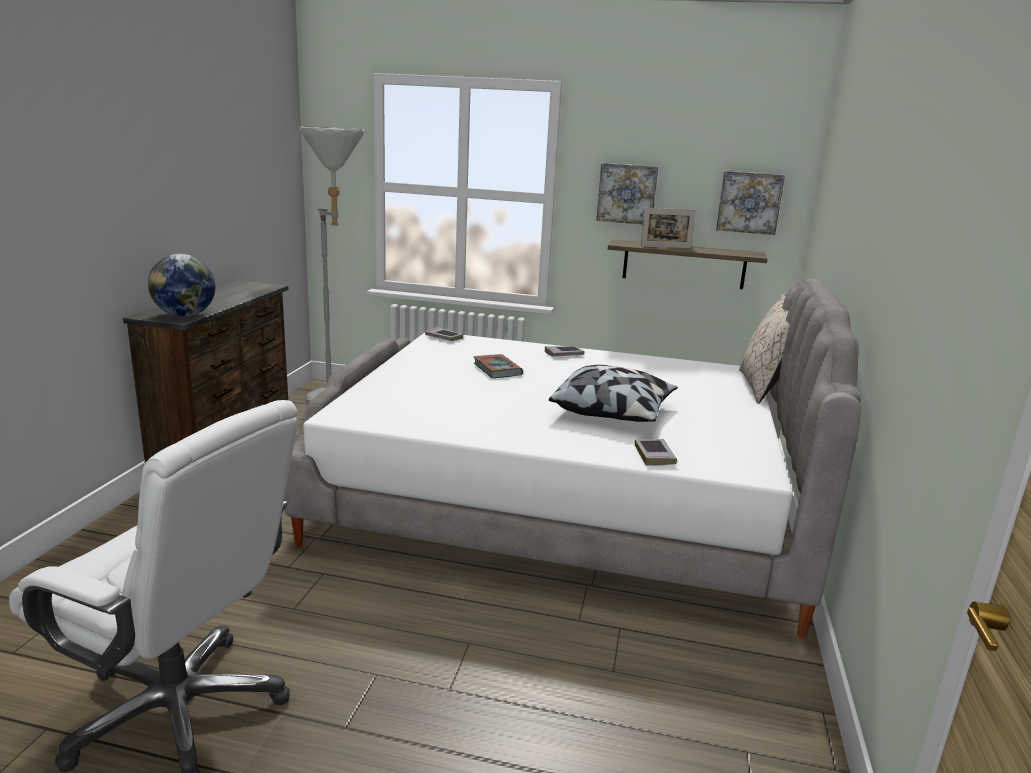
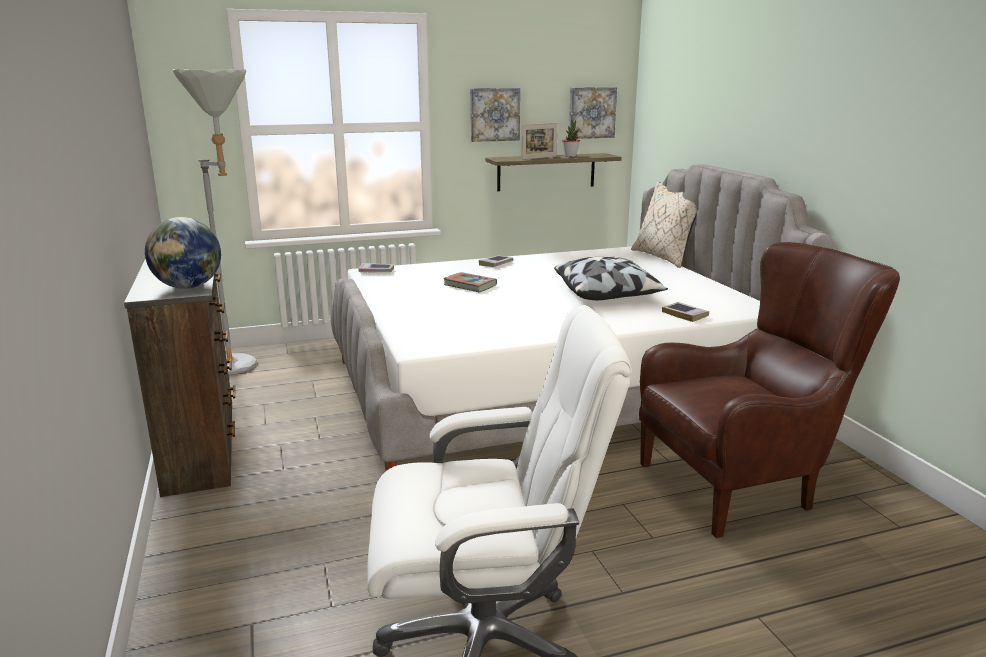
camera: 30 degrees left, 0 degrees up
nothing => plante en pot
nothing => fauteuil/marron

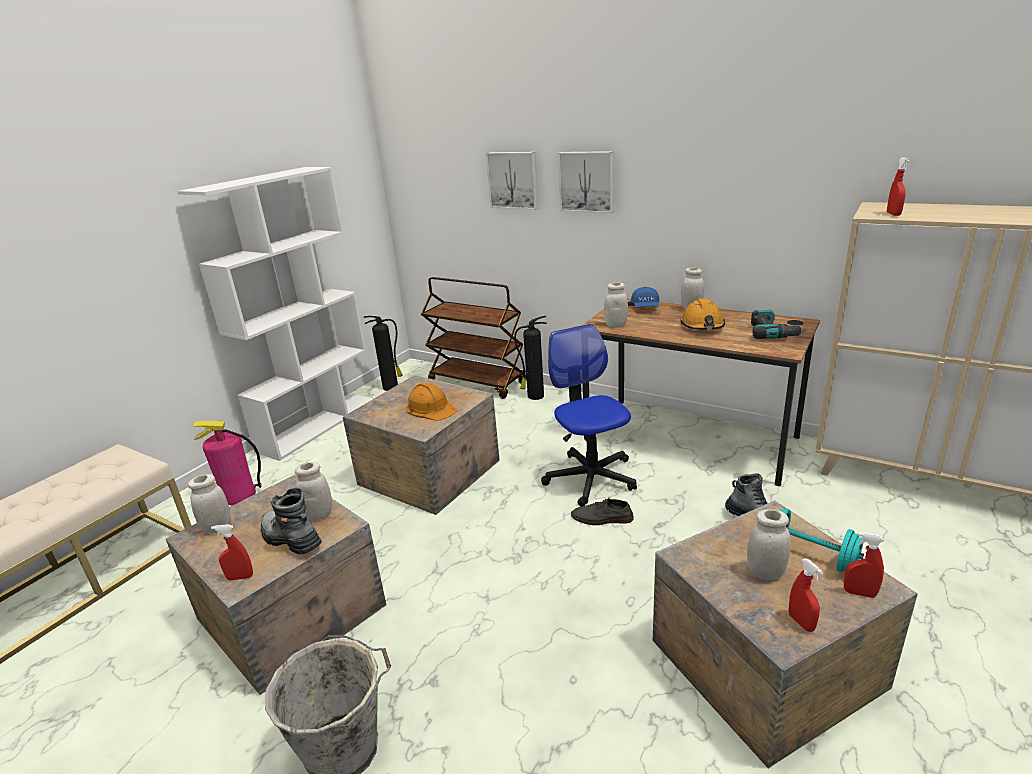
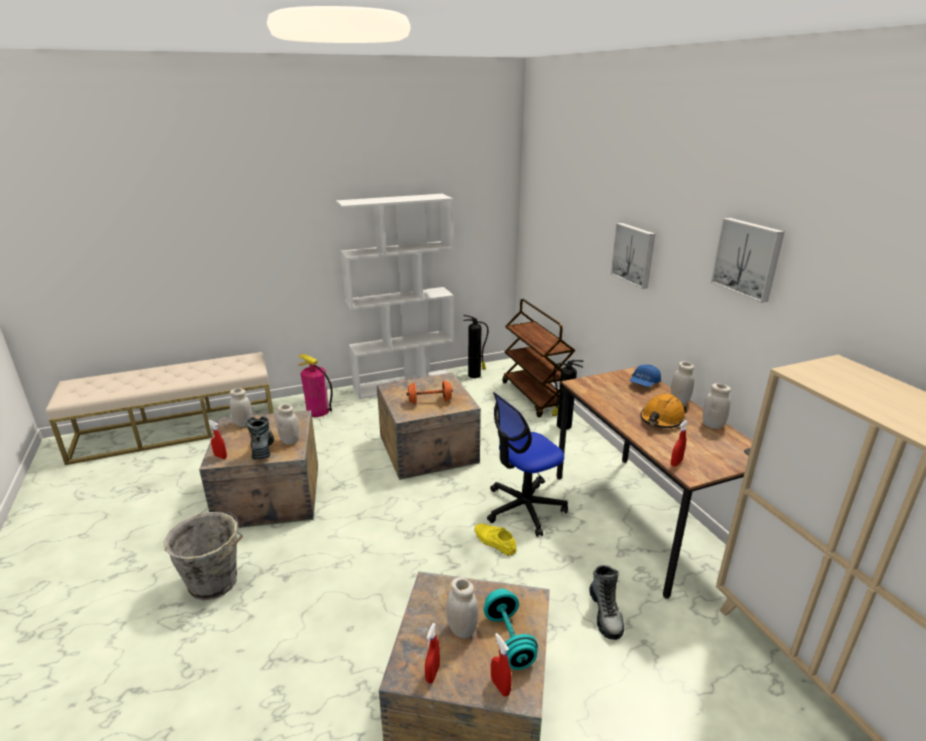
camera: 35 degrees right, 0 degrees up
casque de chantier/orange (no. 1 from left) => haltère/orange
tableau (no. 1 from left in the first image) => tableau (no. 2 from left), shifted
chaise de bureau, 135 degrees counterclockwise
chaussure/gris => chaussure/jaune
bocal/blanc (no. 3 from left in the first image) => bocal/blanc (no. 5 from left), shifted
perceuse => nothing
vaporisateur/rouge (no. 4 from left), shifted

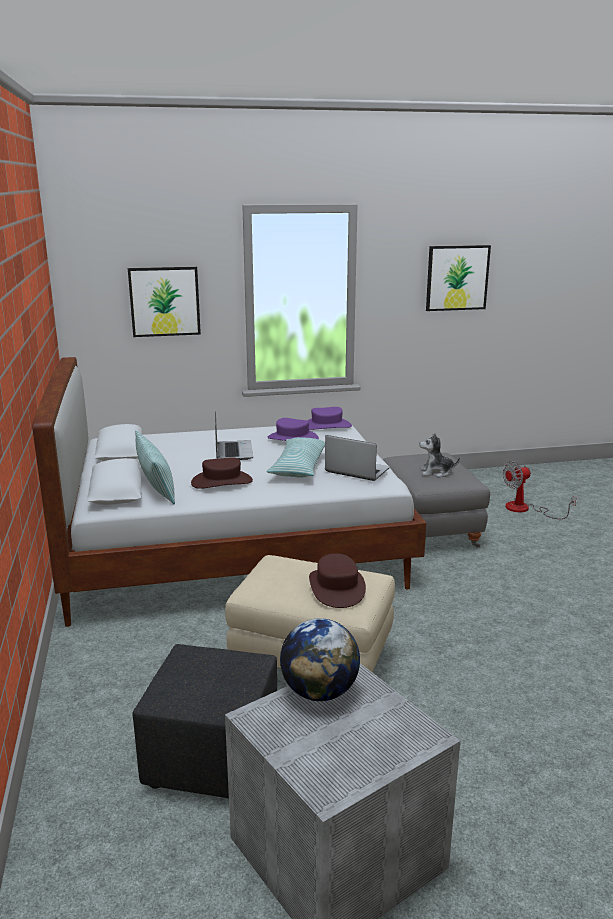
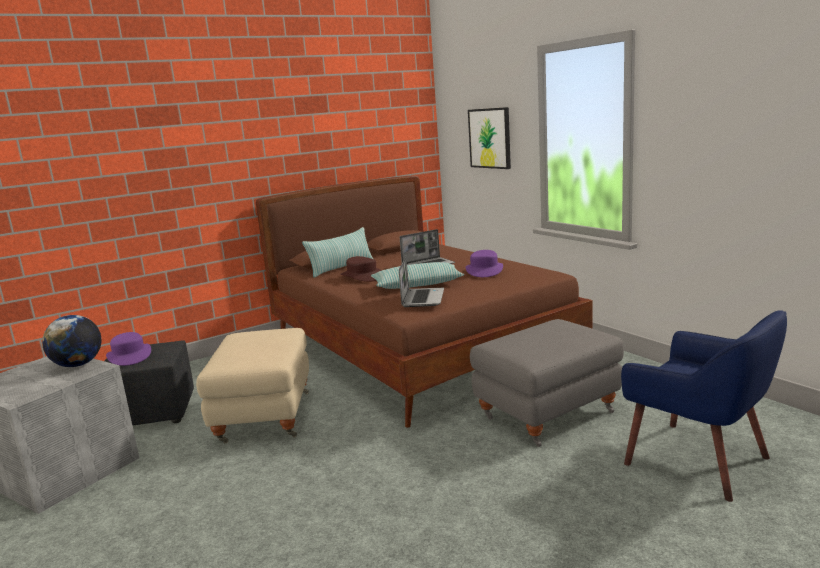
camera: 70 degrees right, 5 degrees down
lit/blanc => lit/marron
chapeau/violet (no. 2 from left in the first image) => chapeau/violet (no. 1 from left), shifted
chapeau/marron (no. 2 from left) => nothing
peluche => nothing
tableau (no. 2 from left) => nothing
ventilateur => fauteuil/bleu

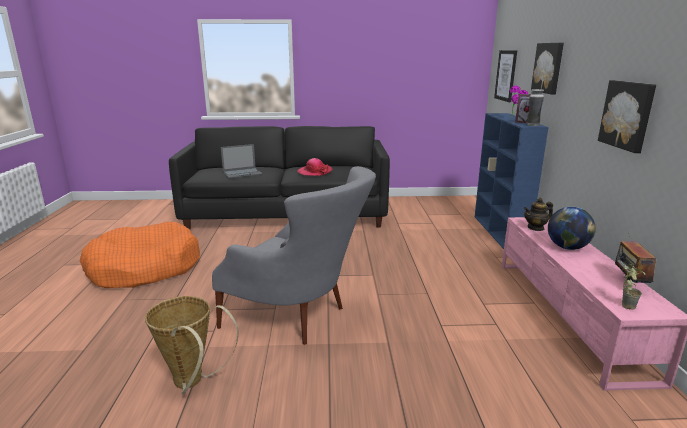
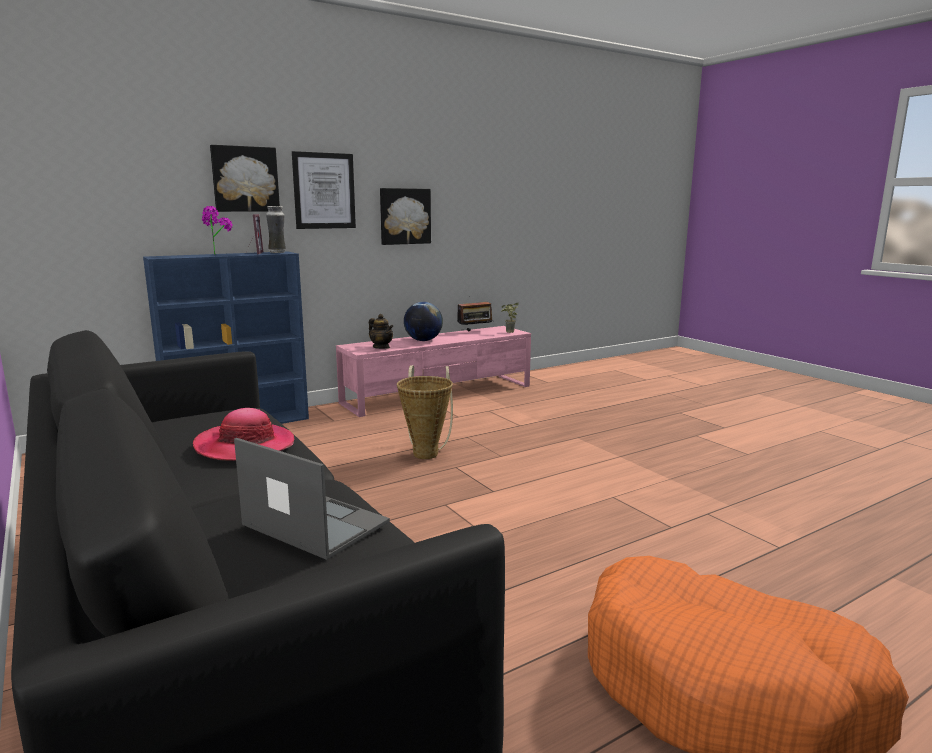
camera: 120 degrees left, 5 degrees down
panier, shifted
fauteuil/gris => nothing
tableau (no. 1 from left in the first image) => tableau (no. 2 from left), shifted

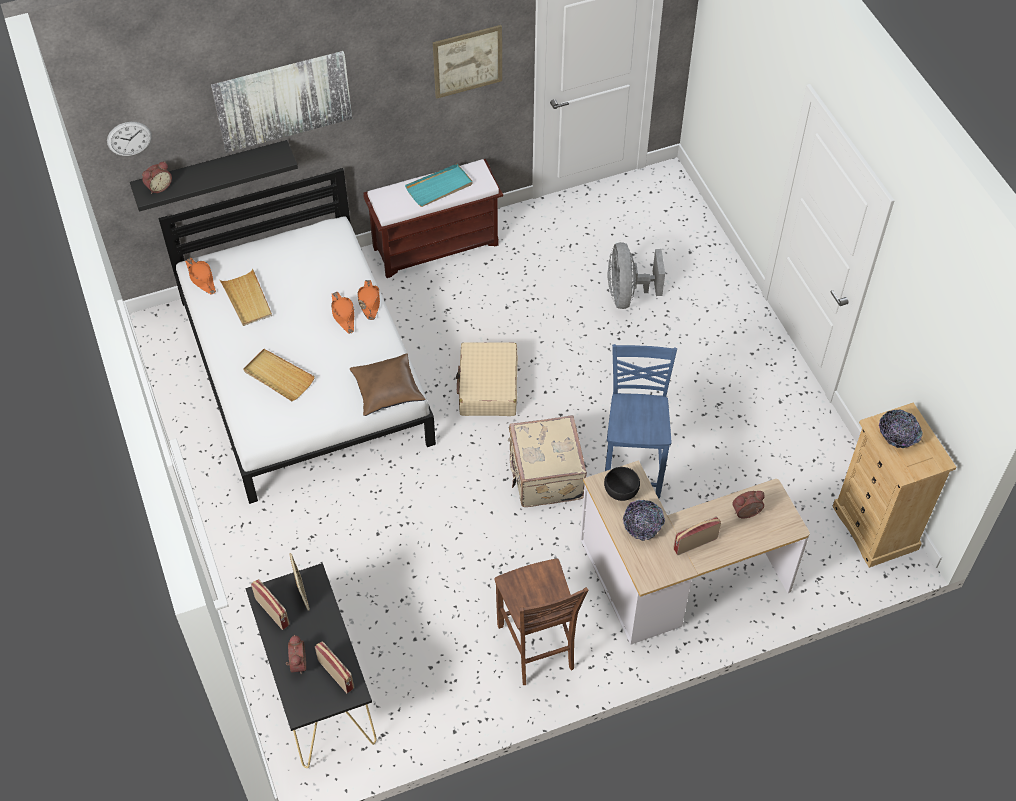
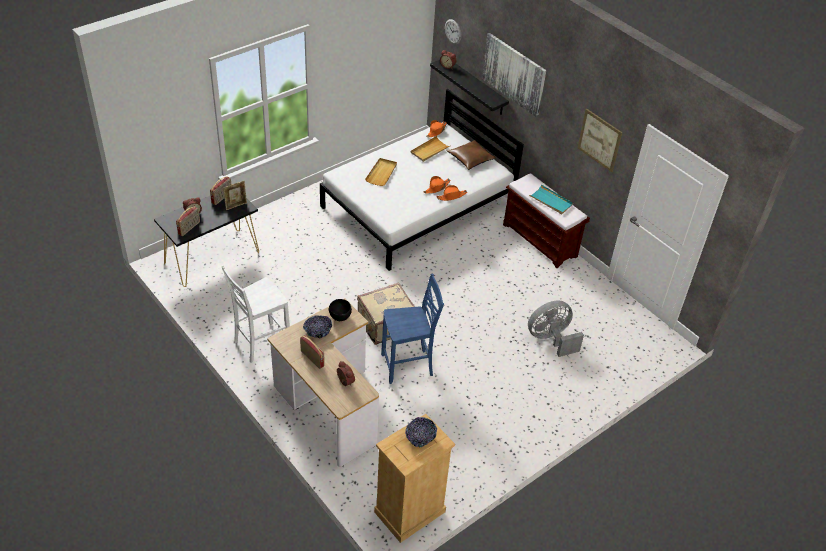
camera: 70 degrees right, 10 degrees down
coussin/marron, shifted
valise/beige (no. 1 from left) => nothing
chaise/marron => chaise/blanc

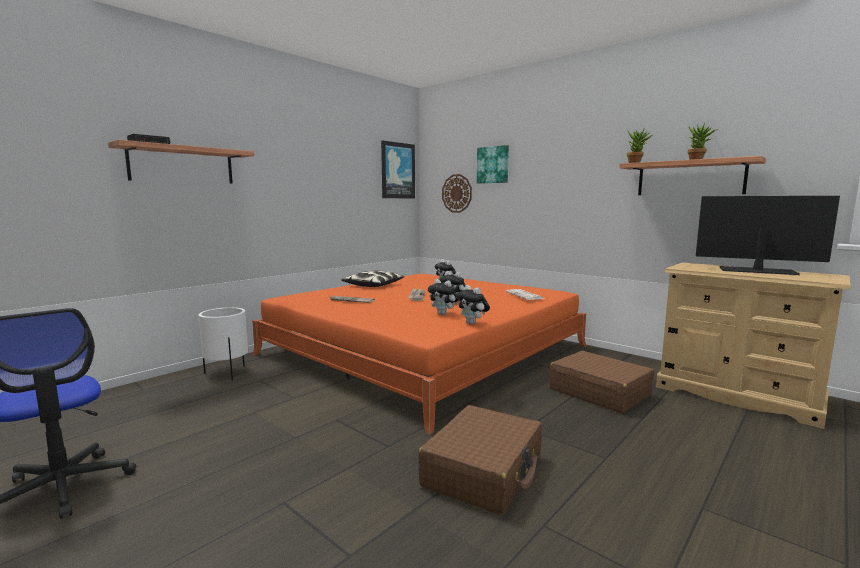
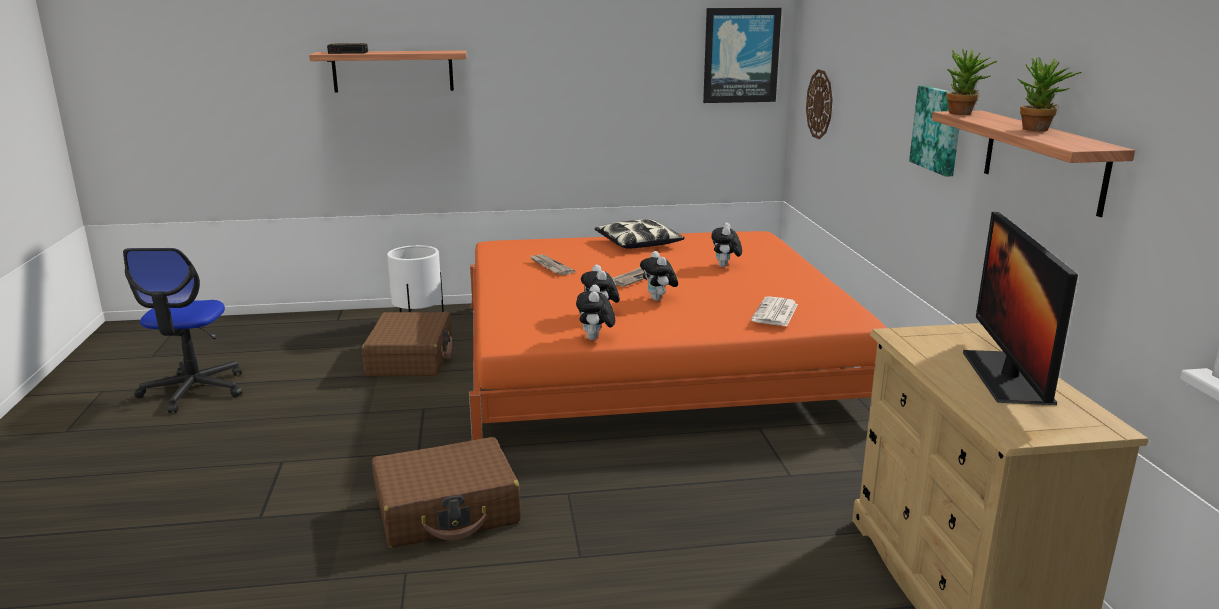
camera: 40 degrees right, 10 degrees up
tableau (no. 2 from left), shifted
valise/marron (no. 2 from left in the first image) => valise/marron (no. 1 from left), shifted
écran d'ordinateur, 150 degrees counterclockwise

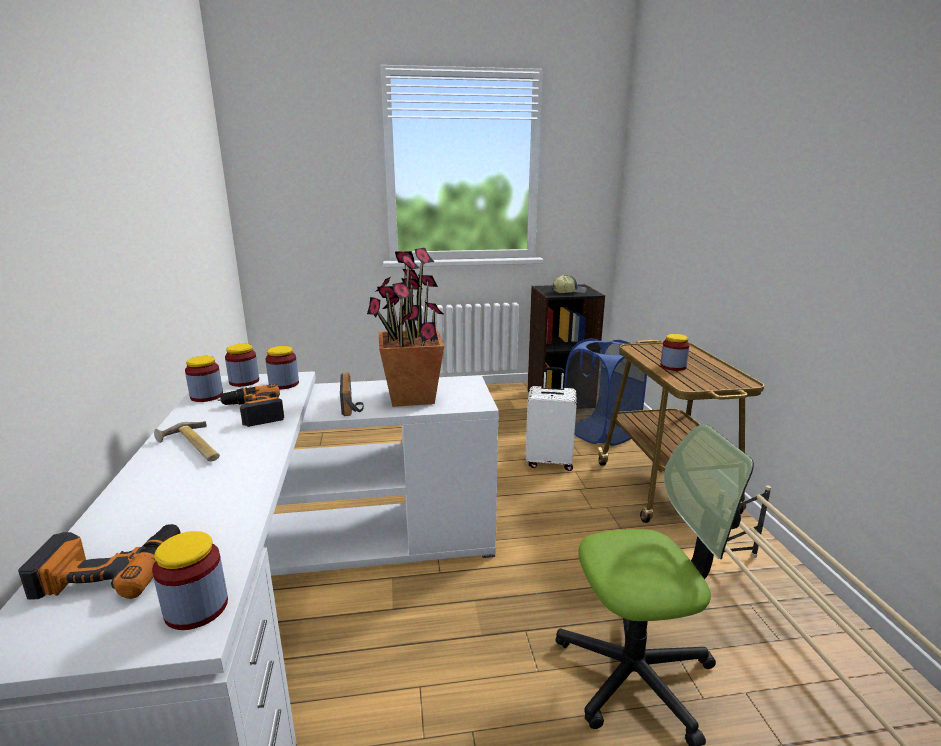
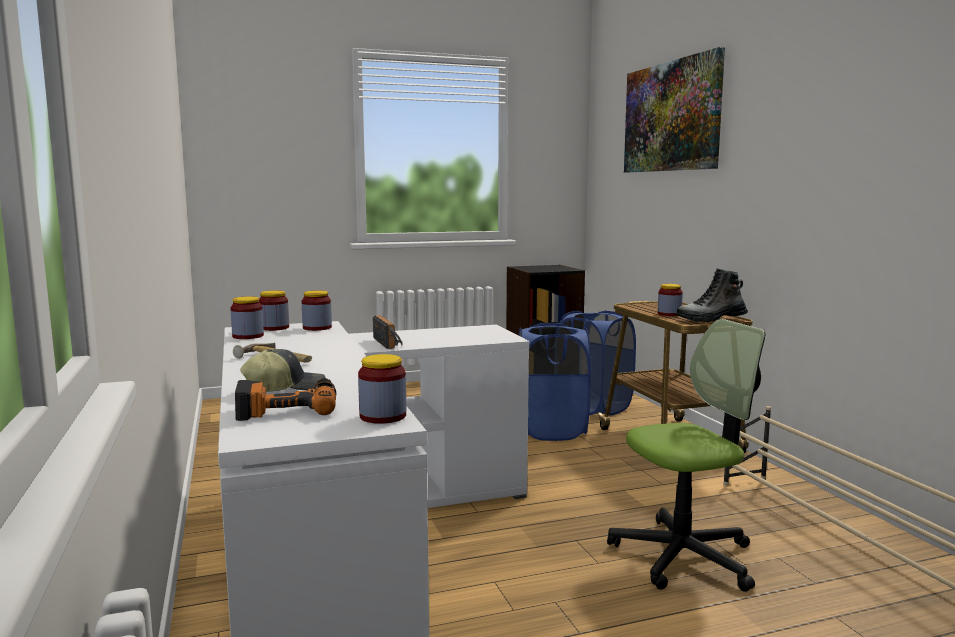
camera: 10 degrees left, 10 degrees down
perceuse (no. 2 from left) => nothing
plante en pot => nothing
valise/blanc => panier à linge/bleu (no. 1 from left)
casquette, shifted
nothing => tableau
nothing => botte

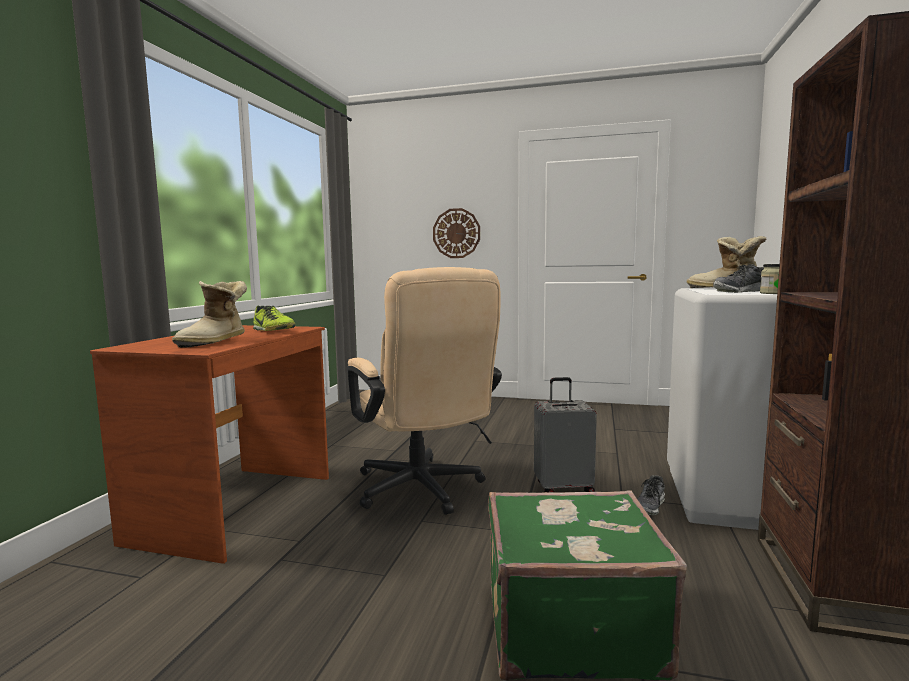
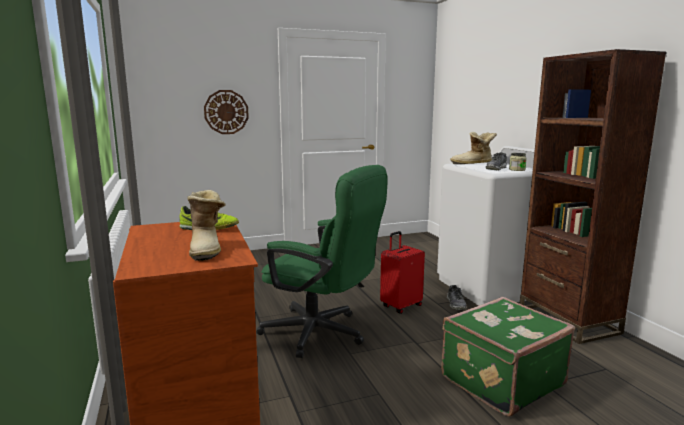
camera: 35 degrees left, 5 degrees up
chaise de bureau/beige => chaise de bureau/vert
valise/gris => valise/rouge

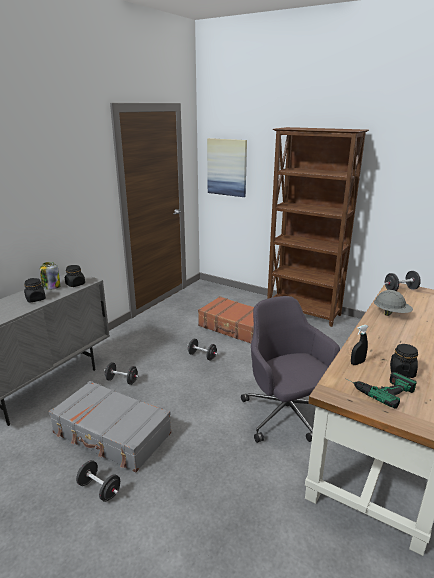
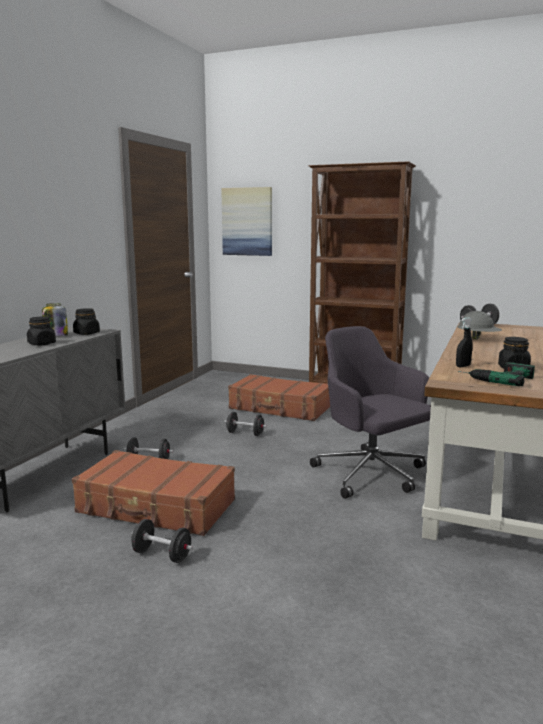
camera: 10 degrees left, 10 degrees down
valise/gris => valise/marron (no. 1 from left)

